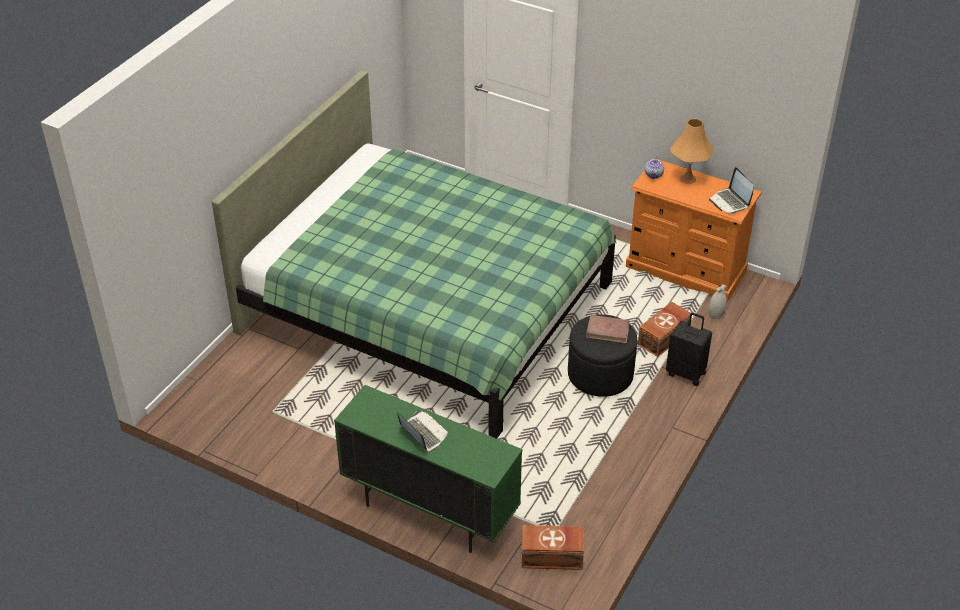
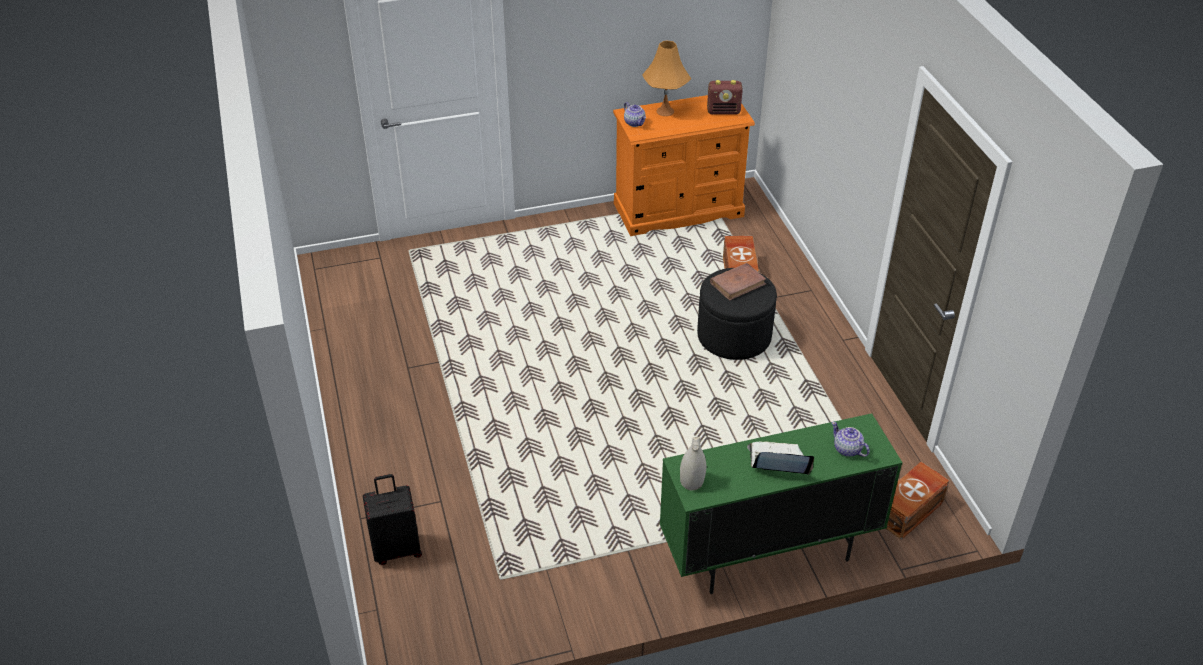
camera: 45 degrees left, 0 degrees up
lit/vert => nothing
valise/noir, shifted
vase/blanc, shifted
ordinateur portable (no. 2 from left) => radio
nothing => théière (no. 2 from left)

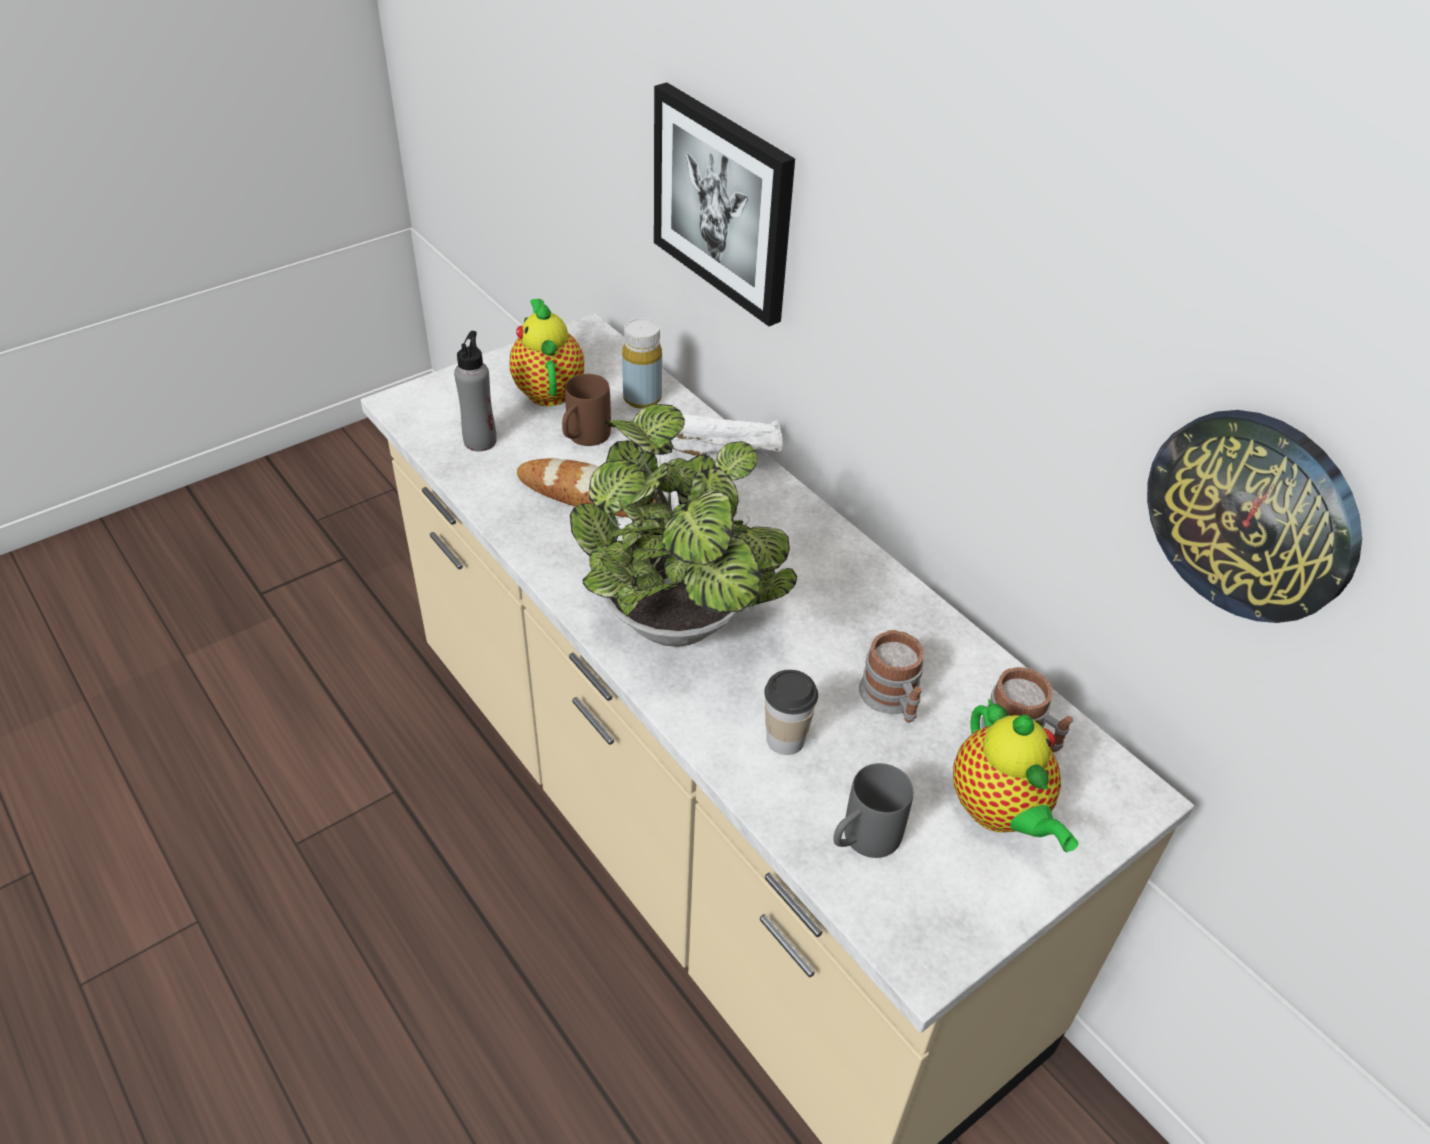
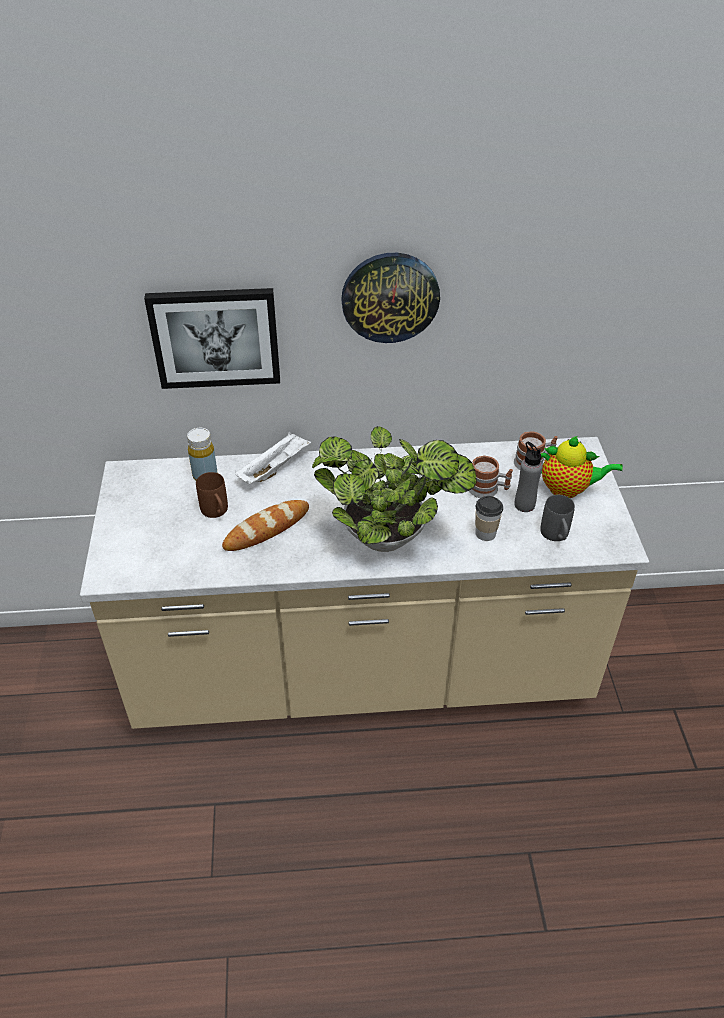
camera: 55 degrees left, 0 degrees up
bouteille/gris, shifted
théière (no. 1 from left) => nothing
horloge murale, shifted

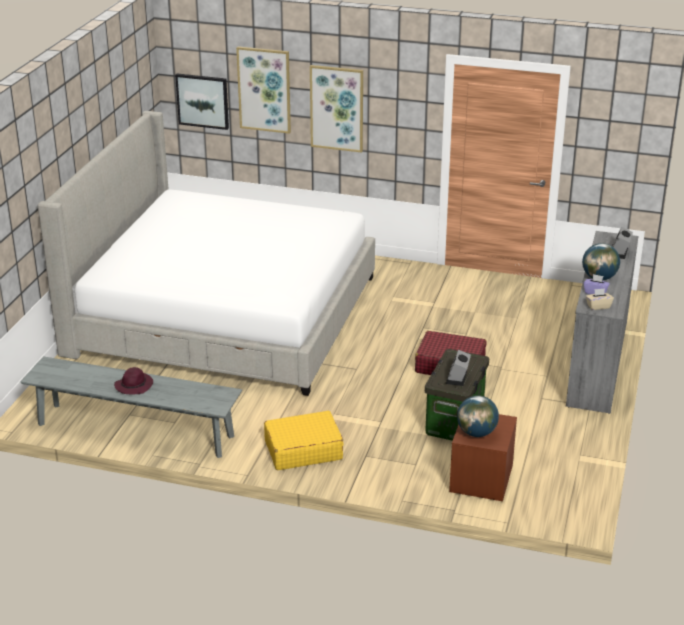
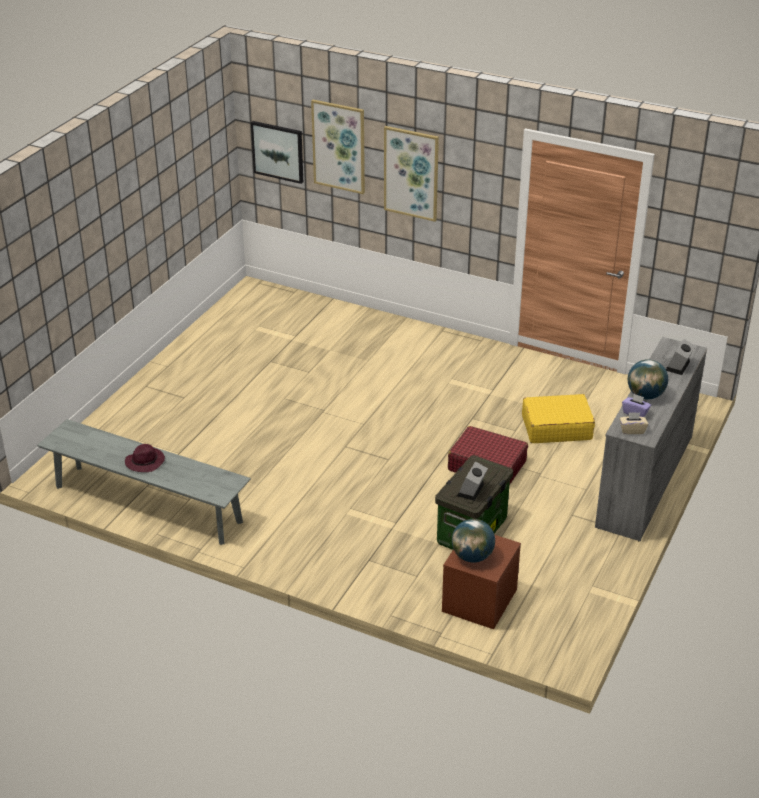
camera: 10 degrees right, 5 degrees up
lit => nothing
valise/jaune, shifted

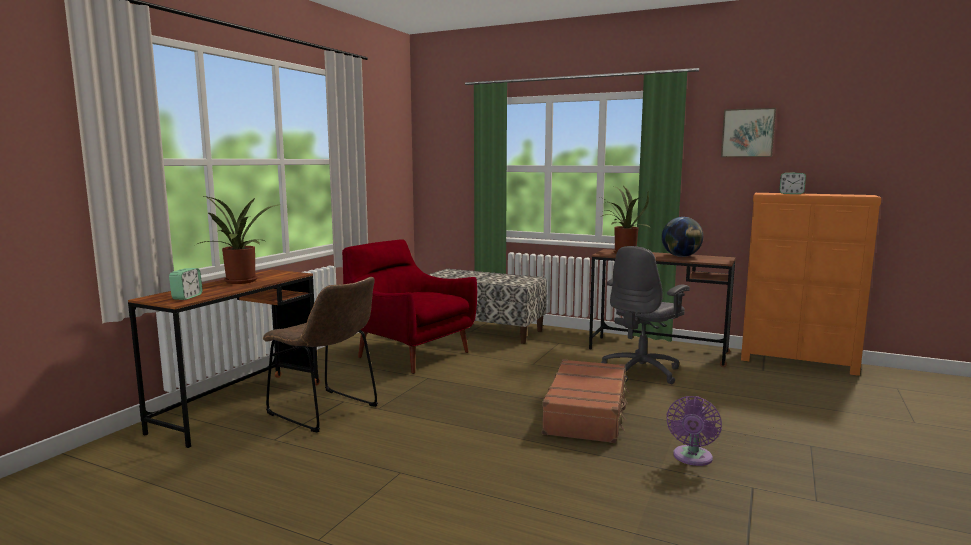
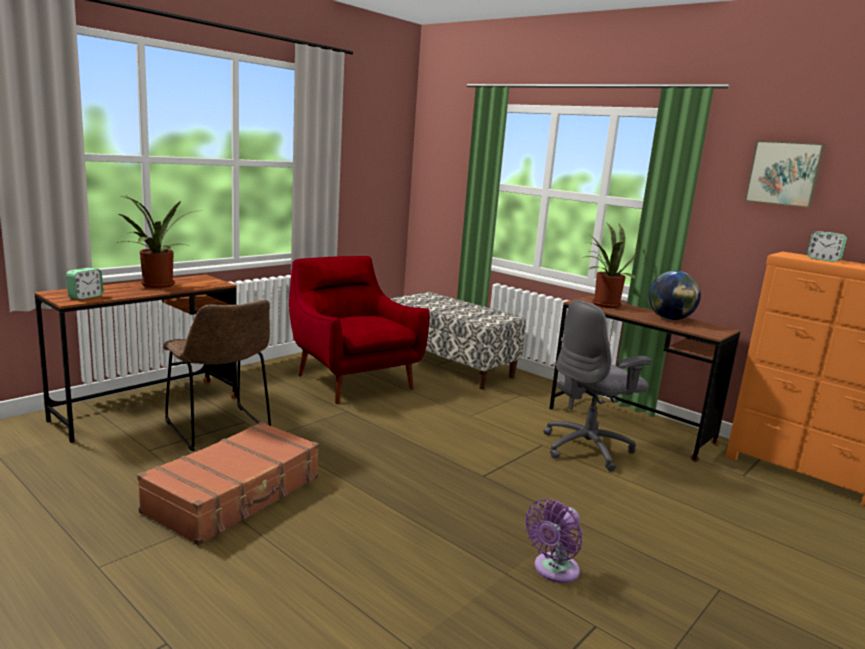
camera: 15 degrees right, 5 degrees up
valise/marron, shifted

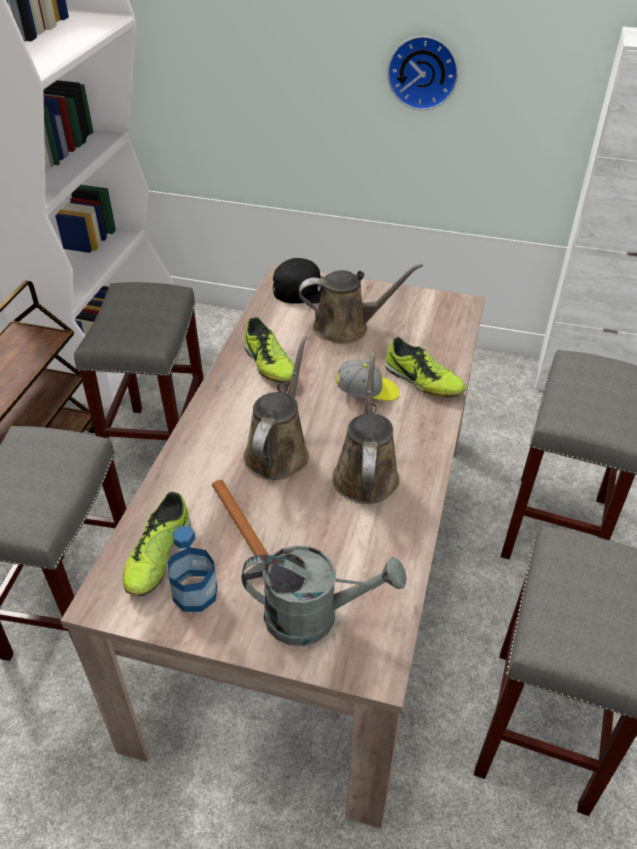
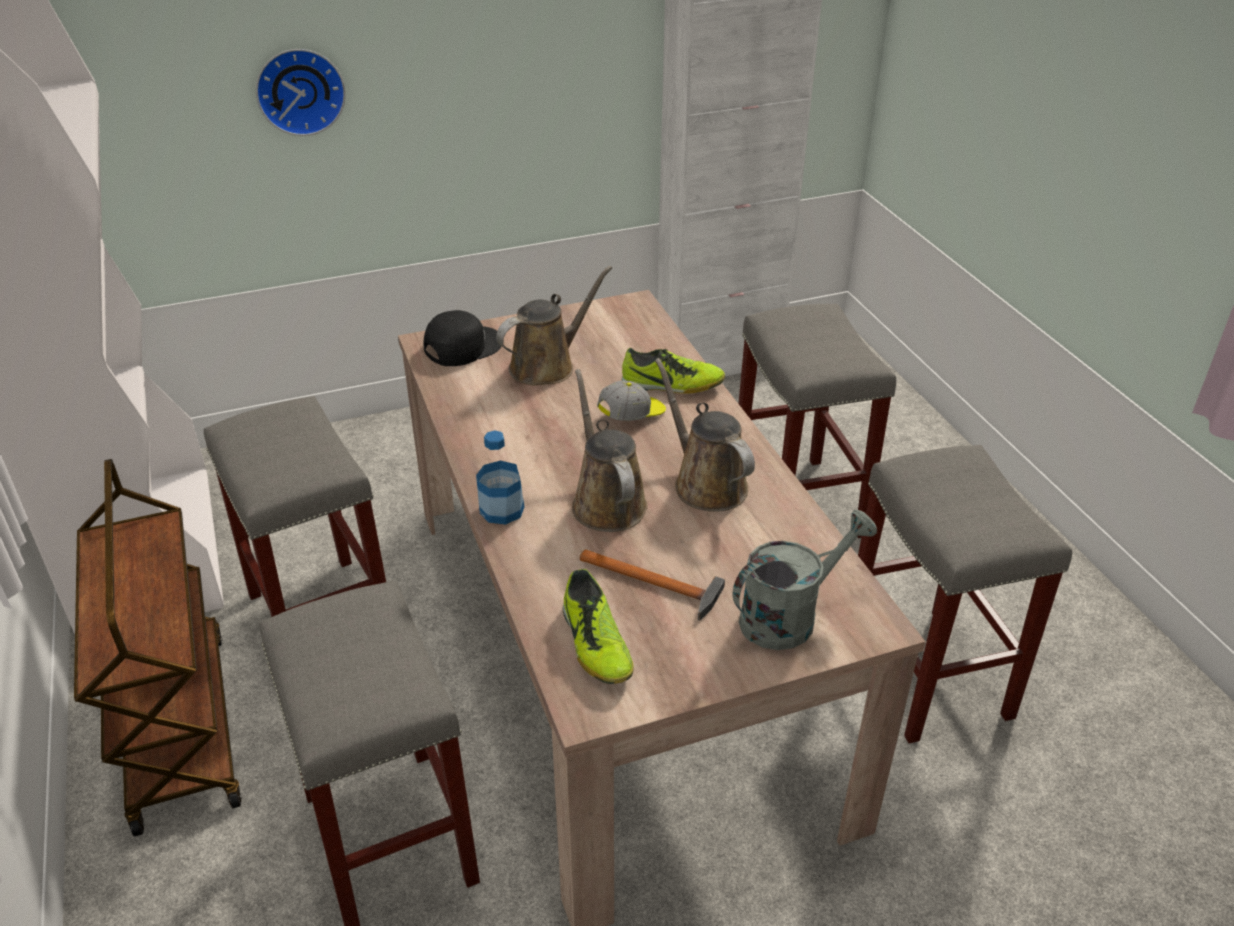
camera: 35 degrees left, 5 degrees down
bouteille, shifted
chaussure (no. 2 from left) => nothing
horloge murale, shifted

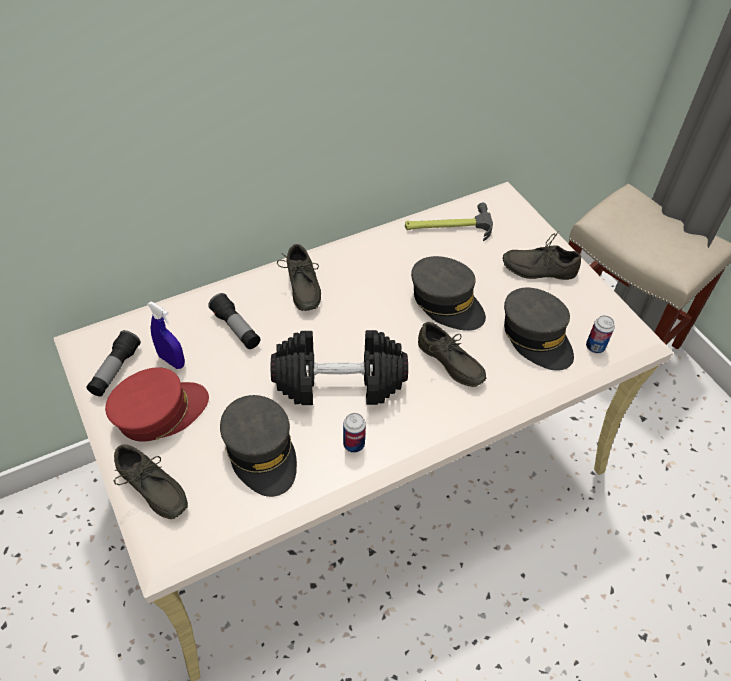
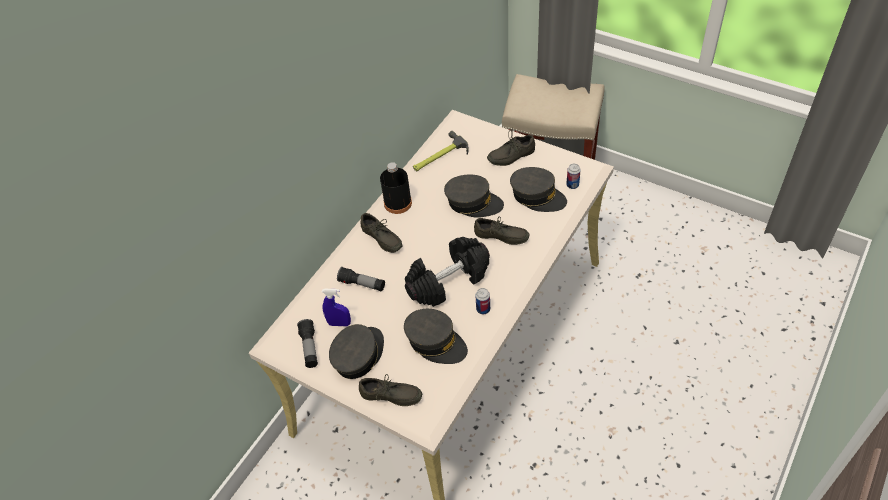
camera: 25 degrees left, 0 degrees up
casquette/rouge => casquette/gris (no. 1 from left)
nothing => bouteille/noir

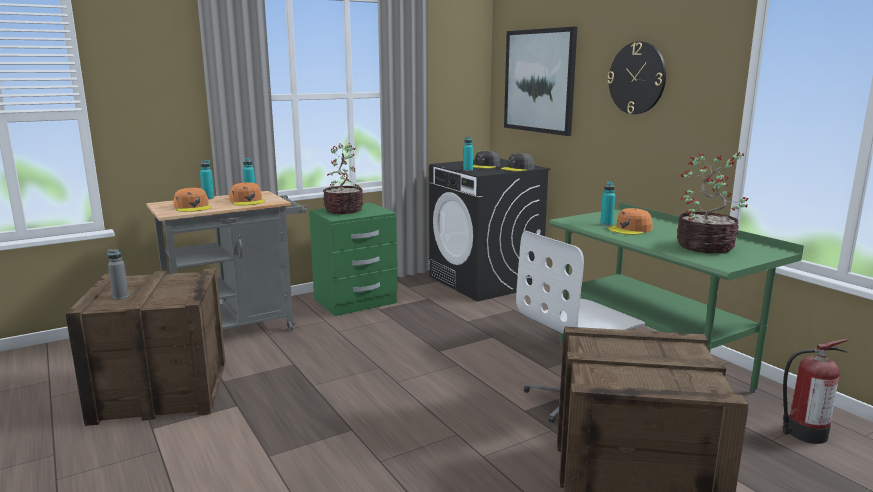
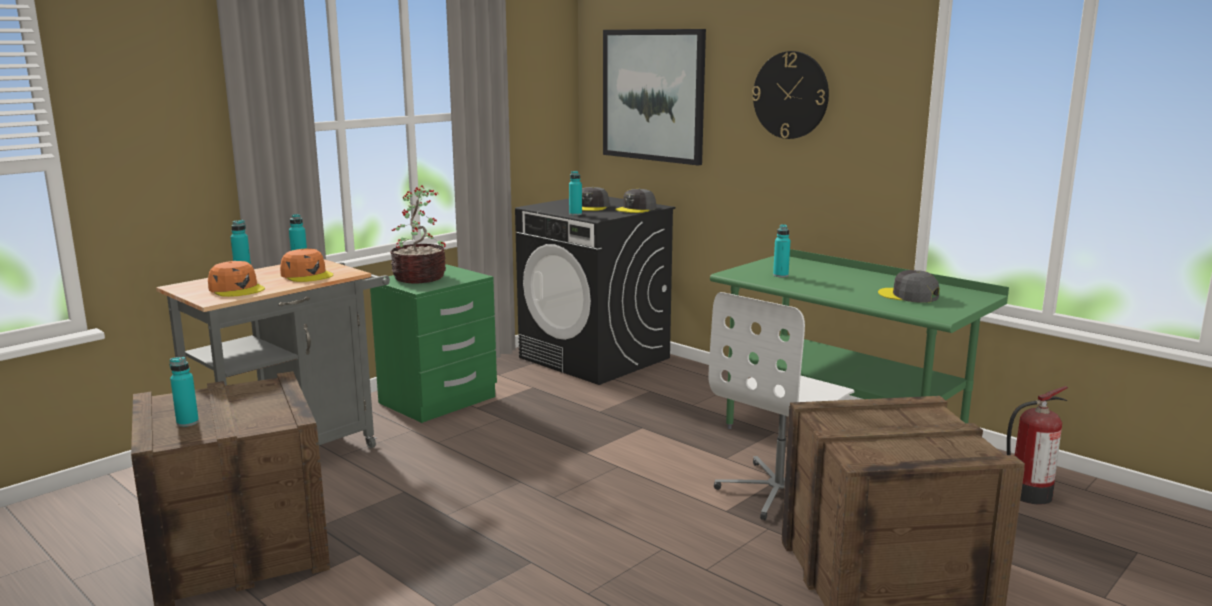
camera: 15 degrees left, 0 degrees up
bouteille/gris => bouteille/turquoise (no. 1 from left)
casquette/orange (no. 3 from left) => nothing
plante en pot (no. 2 from left) => casquette/gris (no. 3 from left)

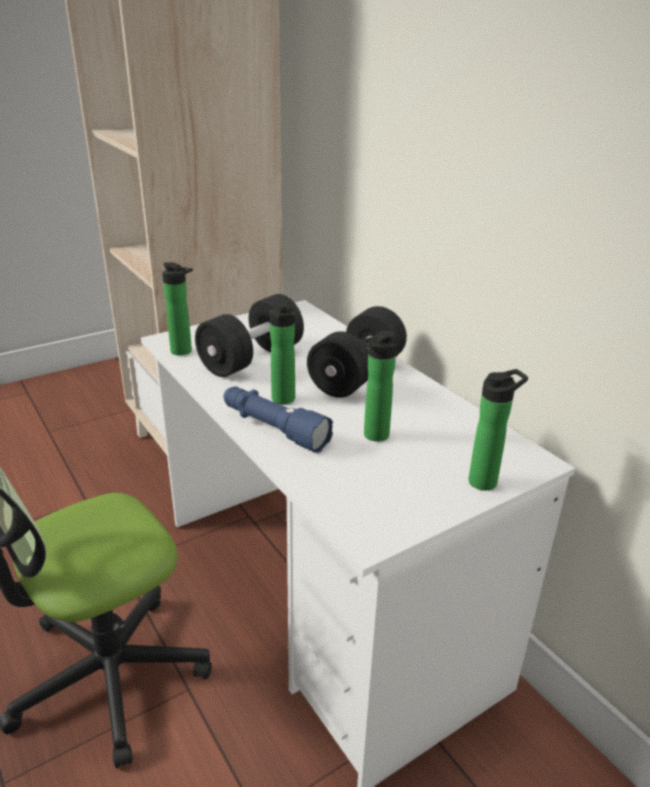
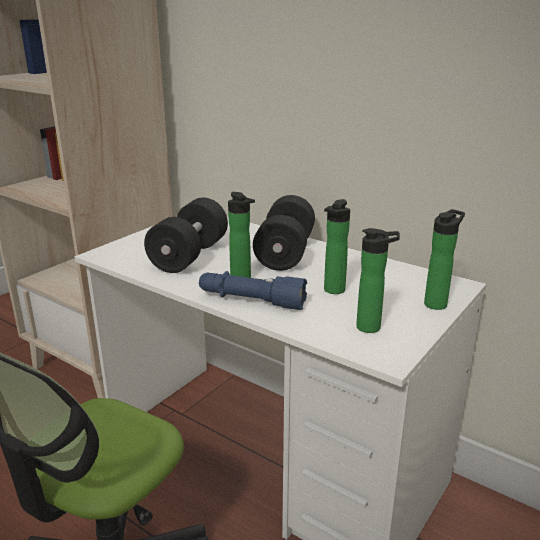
camera: 20 degrees left, 5 degrees down
bouteille (no. 1 from left in the first image) => bouteille (no. 3 from left), shifted

